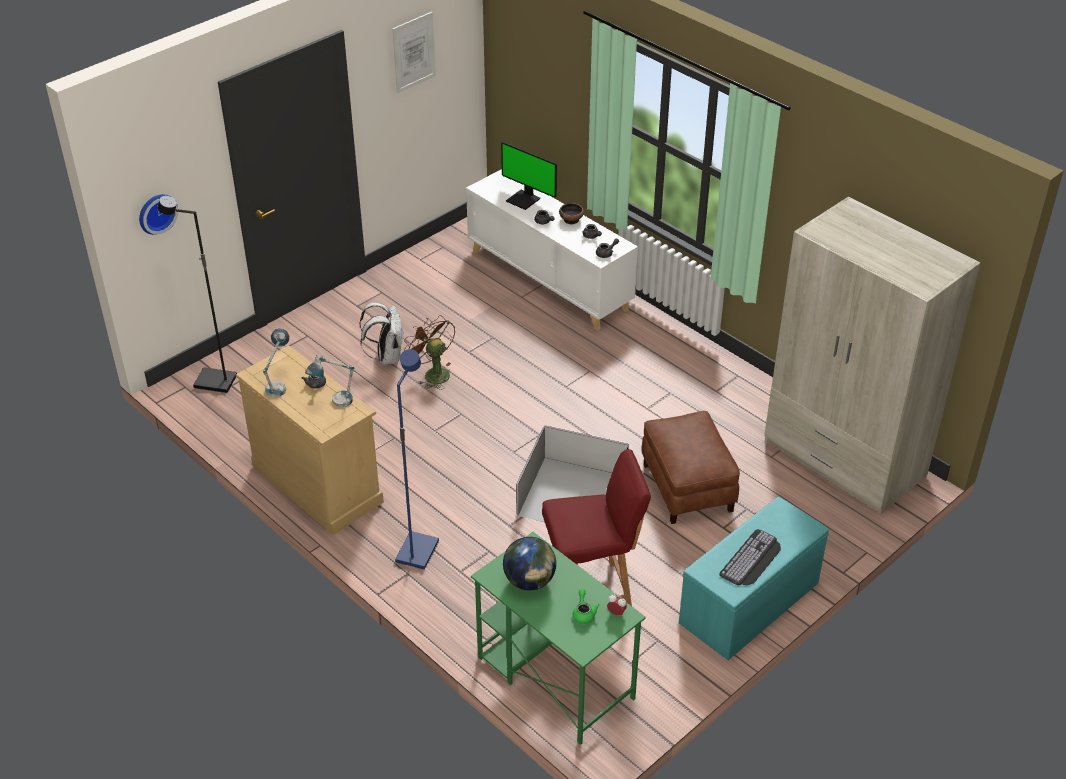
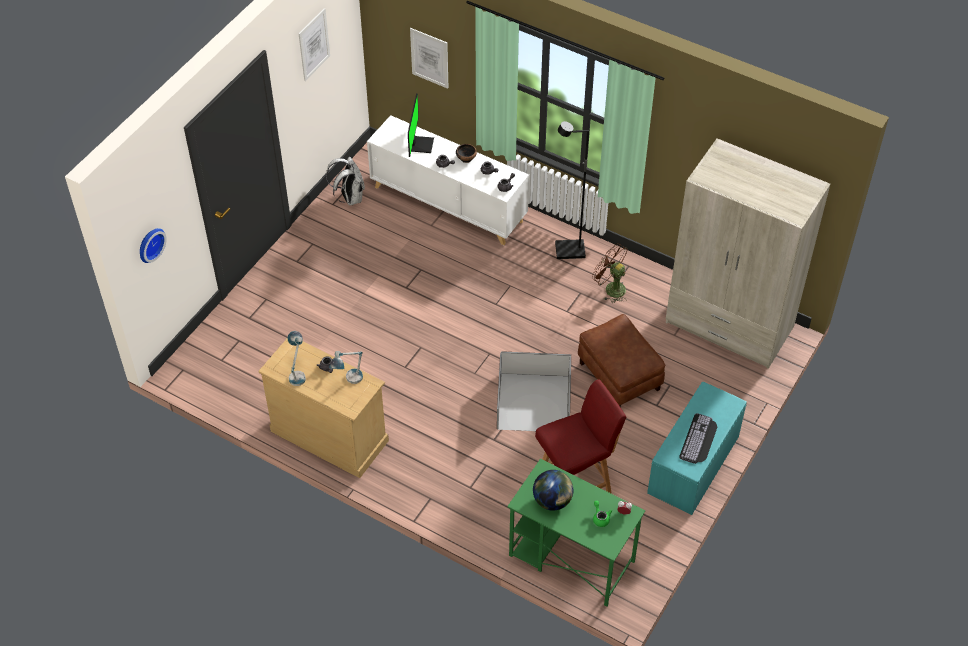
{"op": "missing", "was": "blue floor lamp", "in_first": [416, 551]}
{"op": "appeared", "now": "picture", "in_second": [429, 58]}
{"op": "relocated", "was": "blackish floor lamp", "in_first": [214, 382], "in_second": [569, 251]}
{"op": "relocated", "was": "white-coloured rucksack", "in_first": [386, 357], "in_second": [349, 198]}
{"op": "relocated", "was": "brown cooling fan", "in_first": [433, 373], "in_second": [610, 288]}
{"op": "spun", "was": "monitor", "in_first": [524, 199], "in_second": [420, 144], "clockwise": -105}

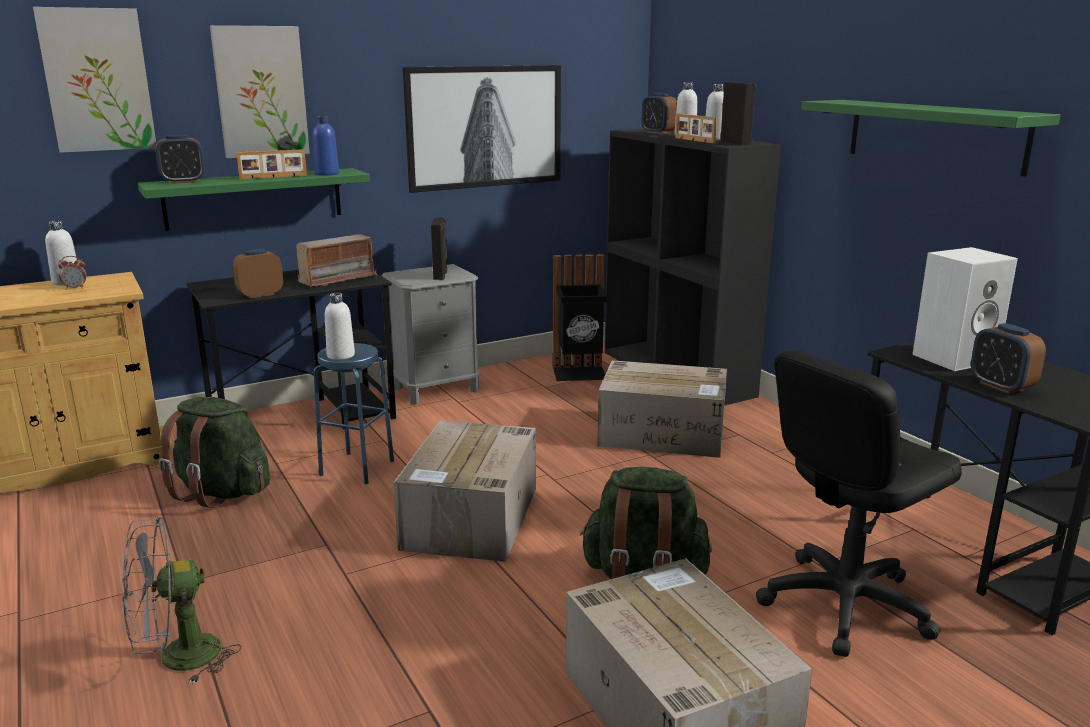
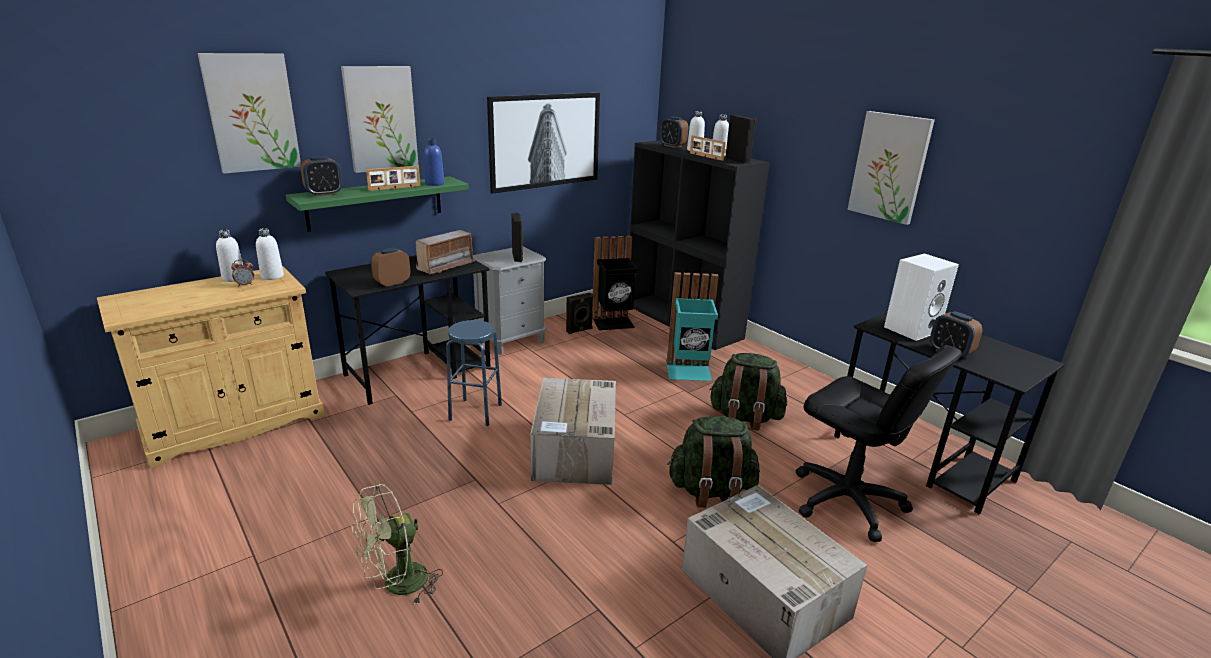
{"op": "appeared", "now": "blackish loudspeaker", "in_second": [579, 330]}
{"op": "relocated", "was": "greenish rucksack", "in_first": [221, 492], "in_second": [745, 418]}
{"op": "relocated", "was": "white-coloured drink bottle", "in_first": [340, 355], "in_second": [272, 276]}
{"op": "exchanged", "was": "cardboard box", "now": "blue-green waste bin", "in_first": [664, 433], "in_second": [689, 372]}
{"op": "exchanged", "was": "greenish bracket shelf", "now": "picture", "in_first": [934, 135], "in_second": [889, 167]}
{"op": "colour", "was": "gray cooling fan", "now": "greenish cooling fan", "in_first": [177, 659], "in_second": [397, 585]}
{"op": "spun", "was": "blackish computer chair", "in_first": [844, 604], "in_second": [847, 501], "clockwise": -90}

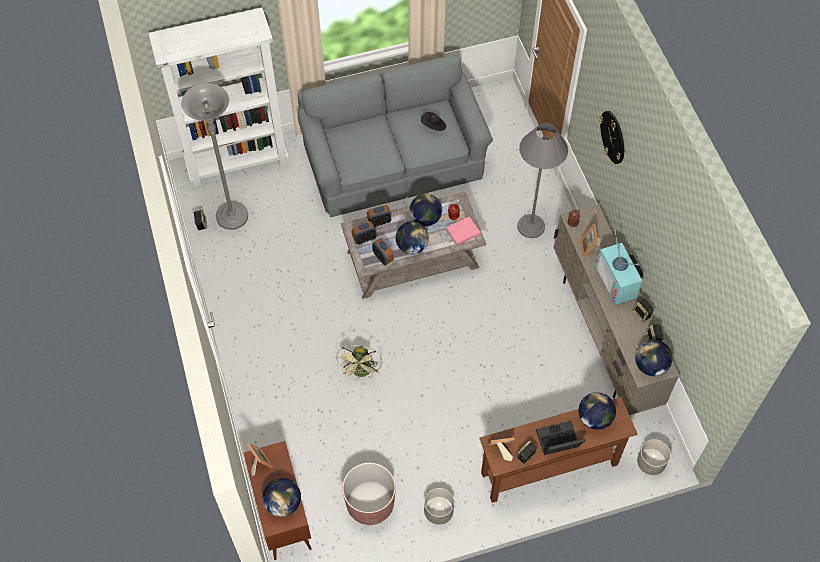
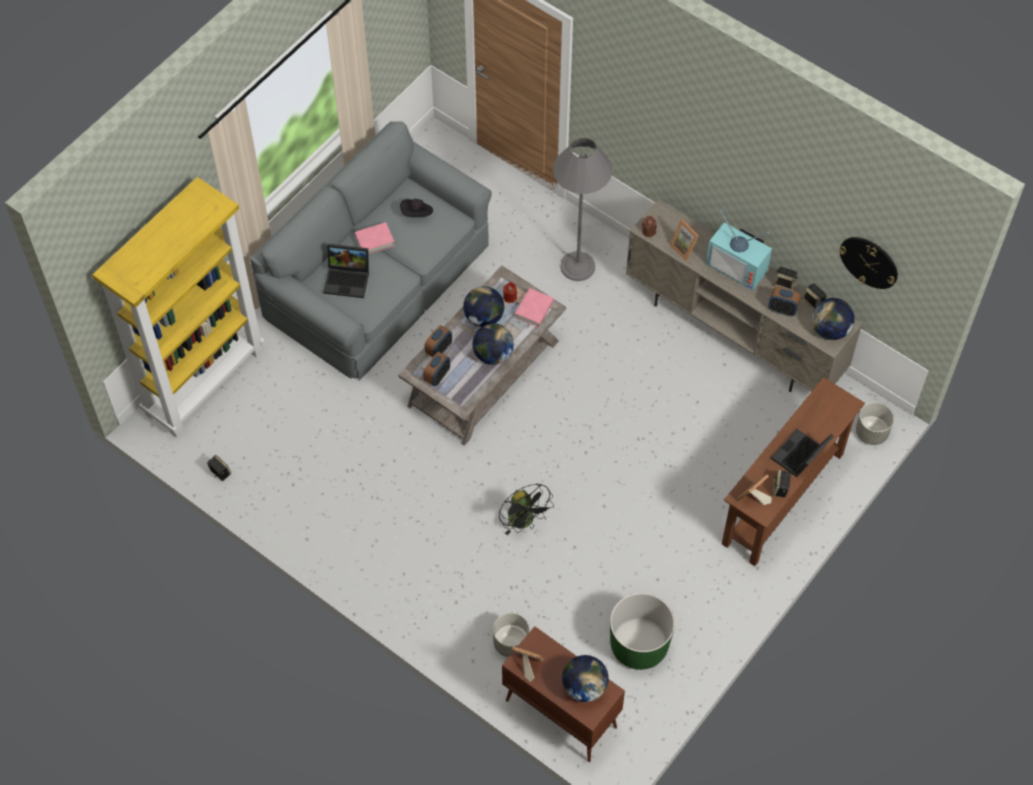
{"op": "missing", "was": "gray floor lamp", "in_first": [232, 217]}
{"op": "missing", "was": "world globe", "in_first": [594, 418]}
{"op": "appeared", "now": "laptop", "in_second": [348, 279]}
{"op": "appeared", "now": "pink-coloured bound book", "in_second": [374, 240]}
{"op": "relocated", "was": "alarm clock", "in_first": [383, 258], "in_second": [782, 310]}
{"op": "relocated", "was": "gray planter", "in_first": [438, 512], "in_second": [511, 643]}
{"op": "relocated", "was": "clock on the wall", "in_first": [613, 137], "in_second": [869, 262]}
{"op": "colour", "was": "white-coloured shelving unit", "now": "yellow shelving unit", "in_first": [238, 162], "in_second": [205, 381]}
{"op": "colour", "was": "greenish cooling fan", "now": "blackish cooling fan", "in_first": [361, 372], "in_second": [525, 521]}
{"op": "colour", "was": "brown planter", "now": "greenish planter", "in_first": [370, 504], "in_second": [639, 645]}

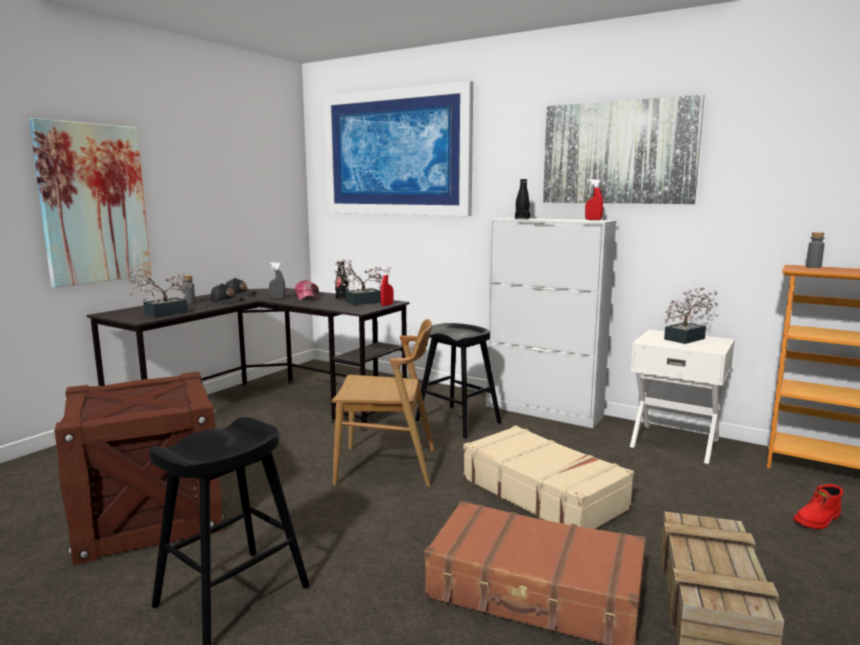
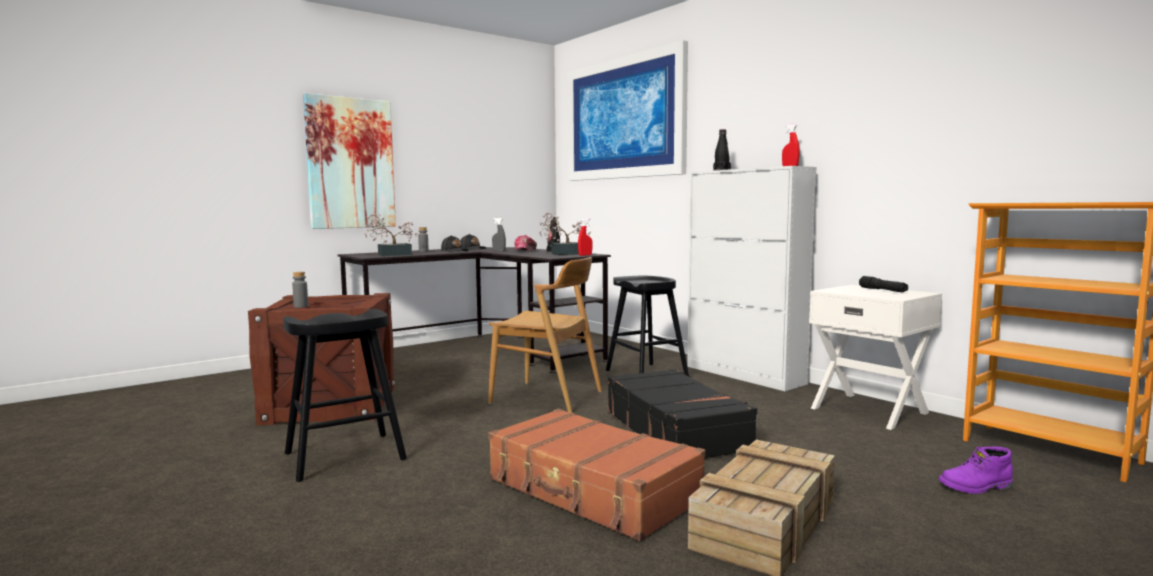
{"op": "missing", "was": "picture", "in_first": [618, 153]}
{"op": "relocated", "was": "gray drink bottle", "in_first": [813, 267], "in_second": [301, 306]}
{"op": "exchanged", "was": "potted plant", "now": "blackish flashlight", "in_first": [687, 338], "in_second": [882, 290]}
{"op": "colour", "was": "beige-coloured suitcase", "now": "blackish suitcase", "in_first": [543, 493], "in_second": [676, 430]}
{"op": "colour", "was": "red-coloured boot", "now": "purple-coloured boot", "in_first": [818, 521], "in_second": [976, 487]}

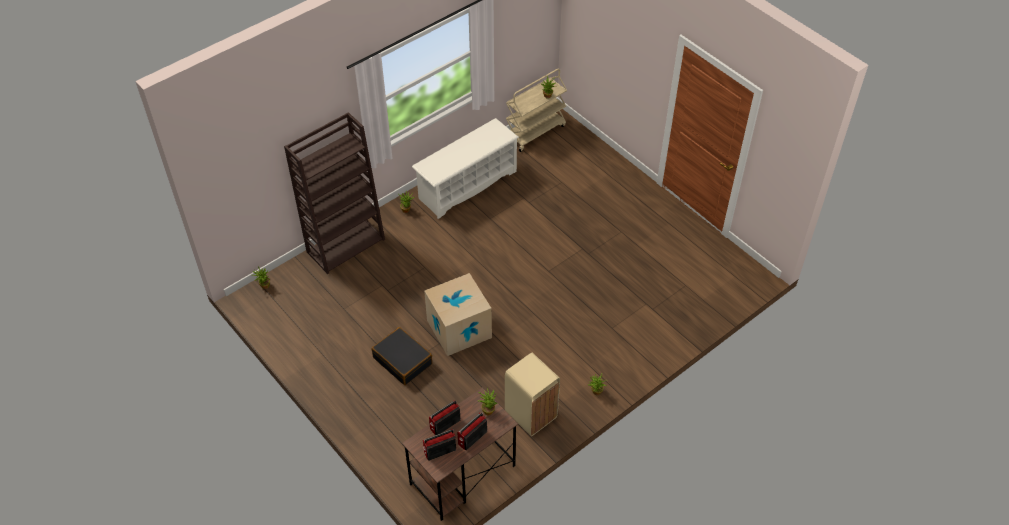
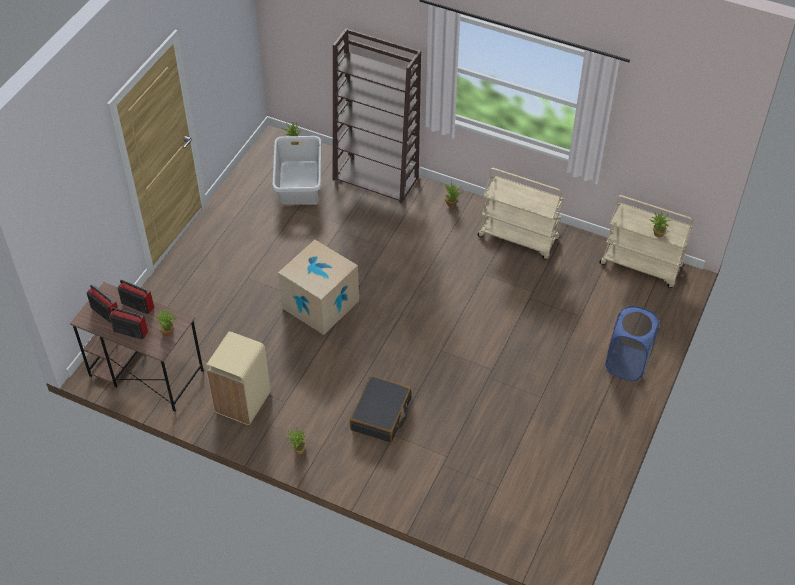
{"op": "appeared", "now": "gray washing basket", "in_second": [298, 182]}
{"op": "appeared", "now": "blue washing basket", "in_second": [627, 363]}
{"op": "relocated", "was": "blackish suitcase", "in_first": [403, 360], "in_second": [381, 415]}
{"op": "exchanged", "was": "white-coloured shoe shelf", "now": "beige-coloured wheeled cart", "in_first": [467, 185], "in_second": [519, 238]}

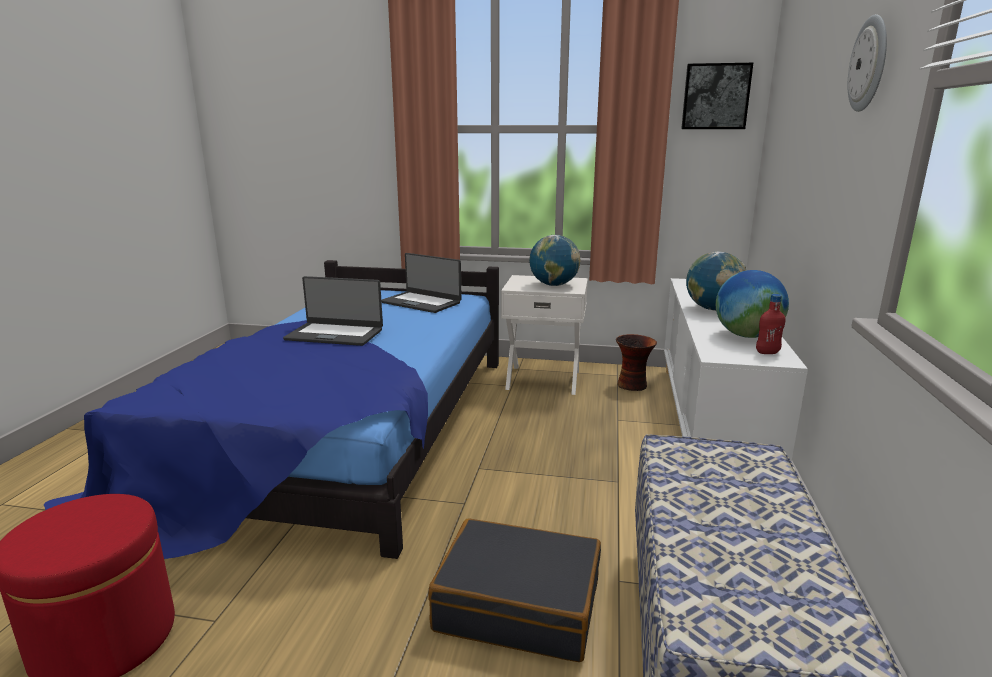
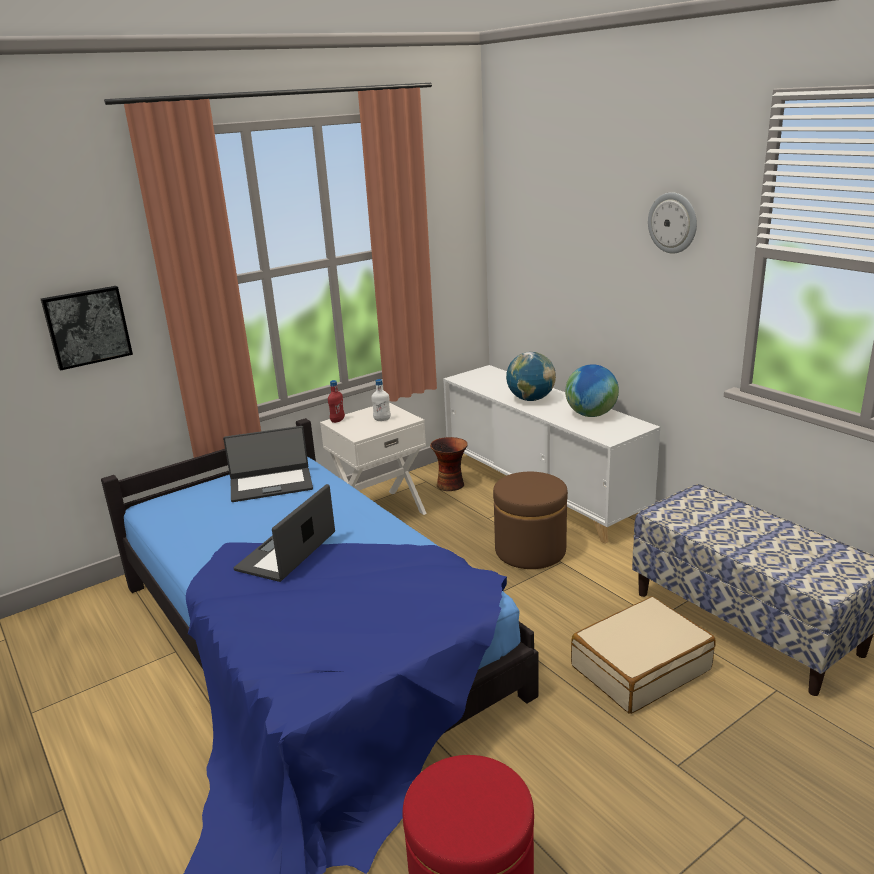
{"op": "appeared", "now": "brown ottoman", "in_second": [530, 550]}
{"op": "relocated", "was": "picture", "in_first": [715, 97], "in_second": [87, 326]}
{"op": "relocated", "was": "red-coloured drink bottle", "in_first": [767, 352], "in_second": [337, 420]}
{"op": "exchanged", "was": "world globe", "now": "white-coloured drink bottle", "in_first": [553, 285], "in_second": [382, 419]}
{"op": "colour", "was": "blackish suitcase", "now": "beige-coloured suitcase", "in_first": [518, 605], "in_second": [640, 667]}
{"op": "spun", "was": "laptop", "in_first": [335, 334], "in_second": [287, 552], "clockwise": 150}

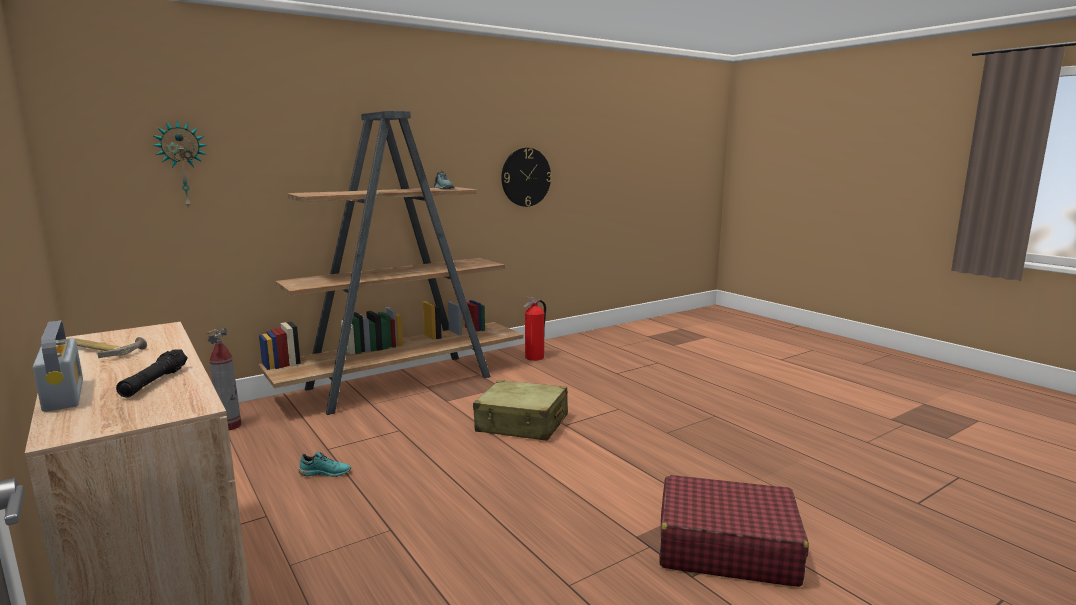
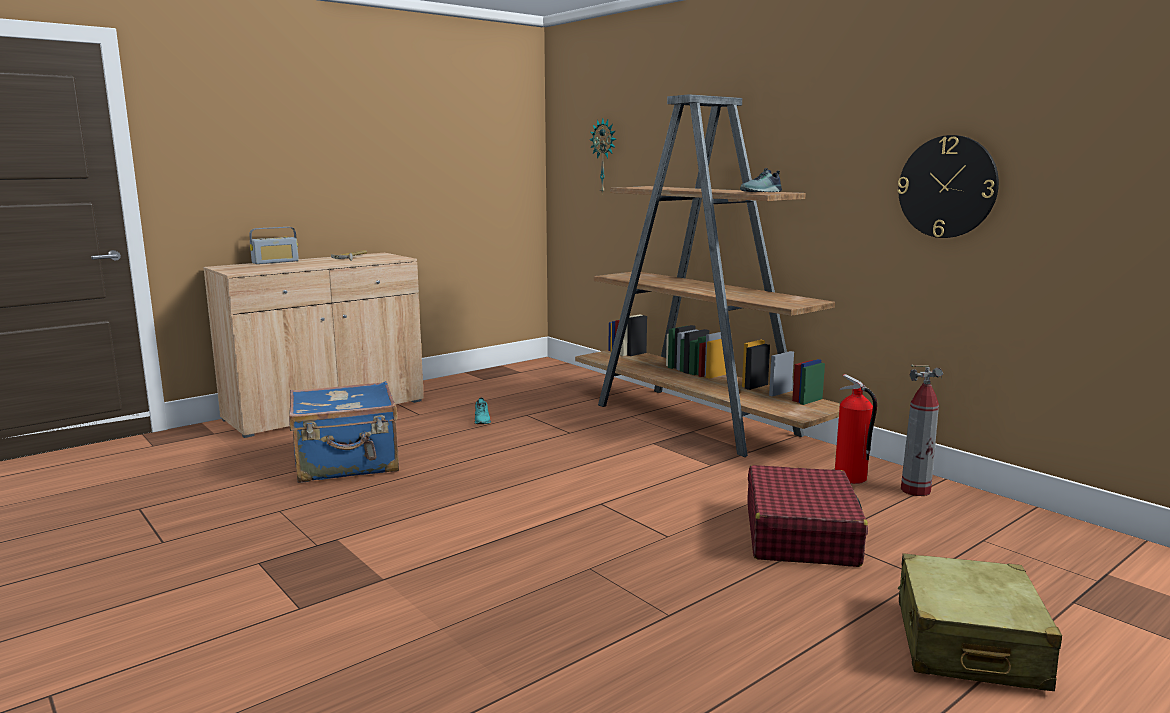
{"op": "missing", "was": "blackish flashlight", "in_first": [154, 382]}
{"op": "appeared", "now": "blue suitcase", "in_second": [347, 464]}
{"op": "relocated", "was": "fire-fighting cylinder", "in_first": [229, 426], "in_second": [915, 490]}
{"op": "relocated", "was": "beige-coloured suitcase", "in_first": [522, 424], "in_second": [967, 644]}
{"op": "relocated", "was": "red-coloured suitcase", "in_first": [725, 547], "in_second": [801, 534]}

